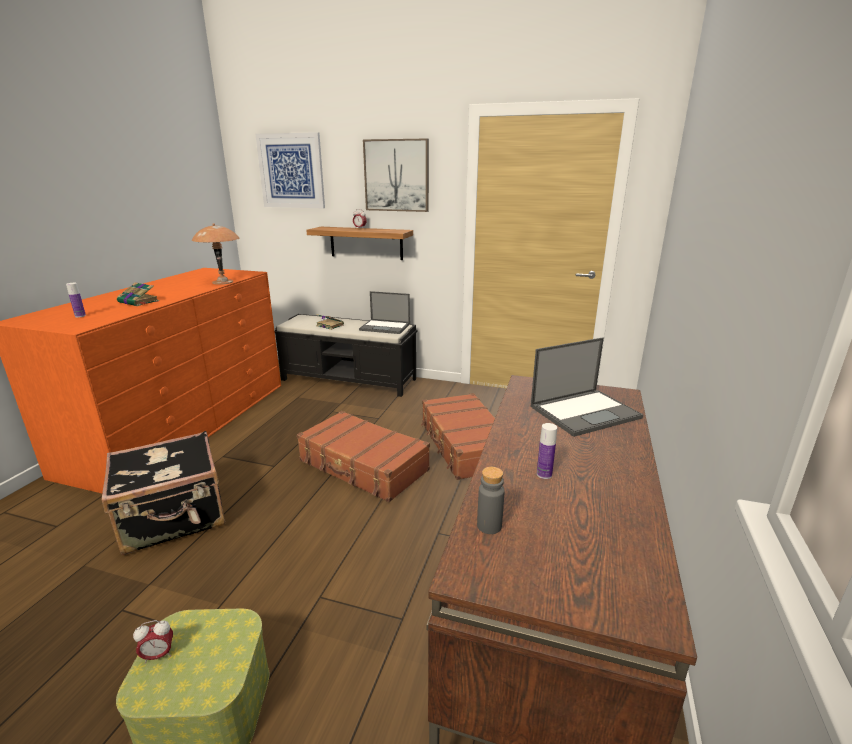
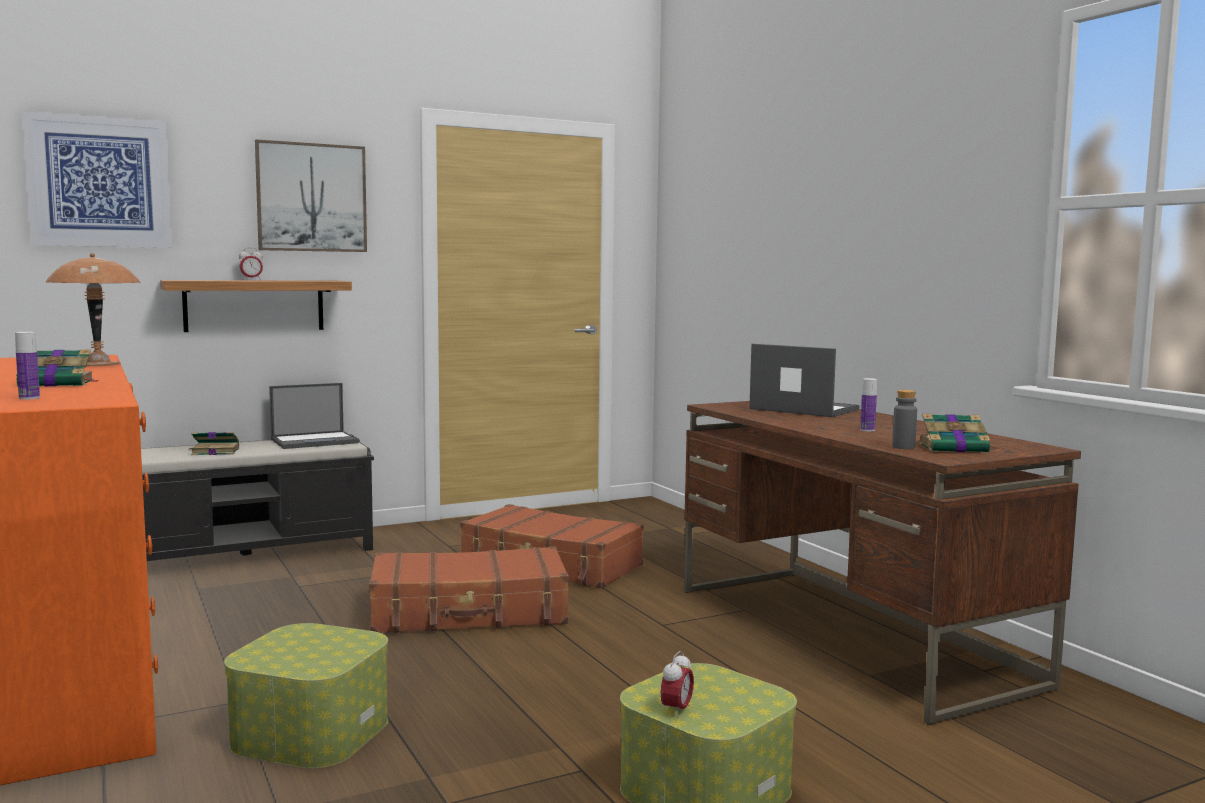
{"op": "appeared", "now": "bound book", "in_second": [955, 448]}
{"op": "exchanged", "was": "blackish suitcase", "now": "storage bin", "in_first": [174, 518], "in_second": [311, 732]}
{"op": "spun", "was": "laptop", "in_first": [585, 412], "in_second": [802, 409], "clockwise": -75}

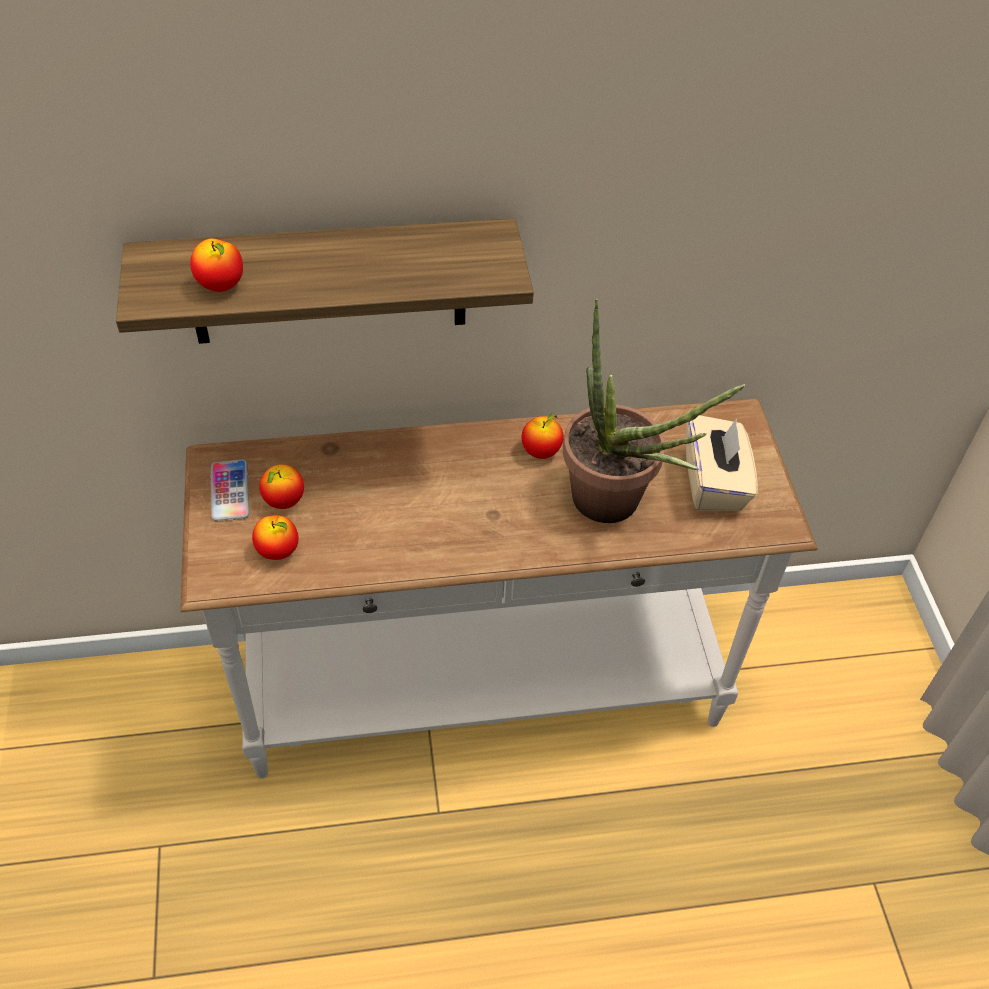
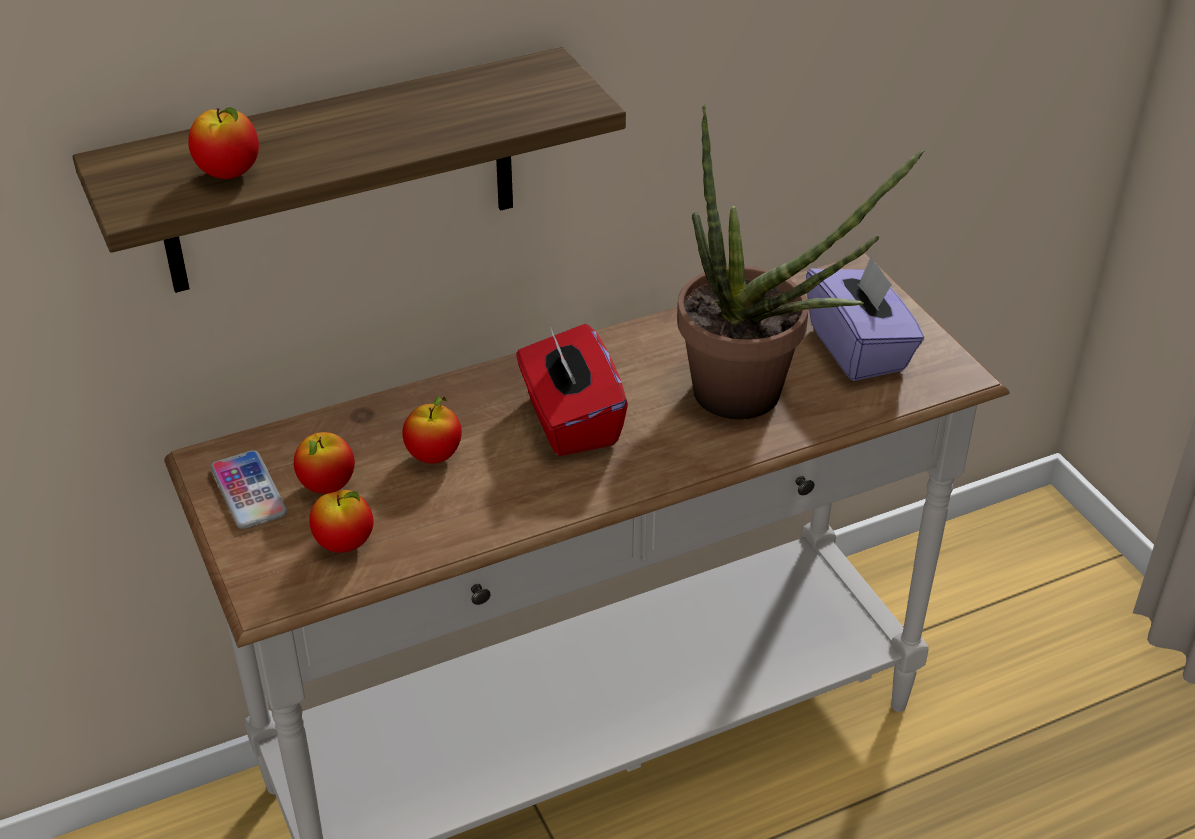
{"op": "appeared", "now": "red-coloured box of tissues", "in_second": [570, 421]}
{"op": "relocated", "was": "apple fruit", "in_first": [541, 452], "in_second": [434, 456]}
{"op": "colour", "was": "beige-coloured box of tissues", "now": "purple-coloured box of tissues", "in_first": [714, 483], "in_second": [859, 348]}

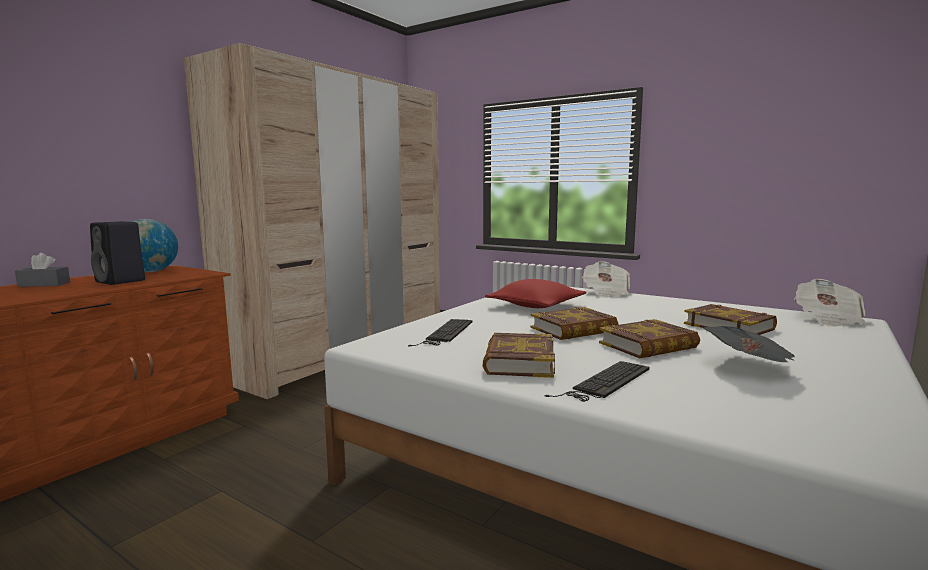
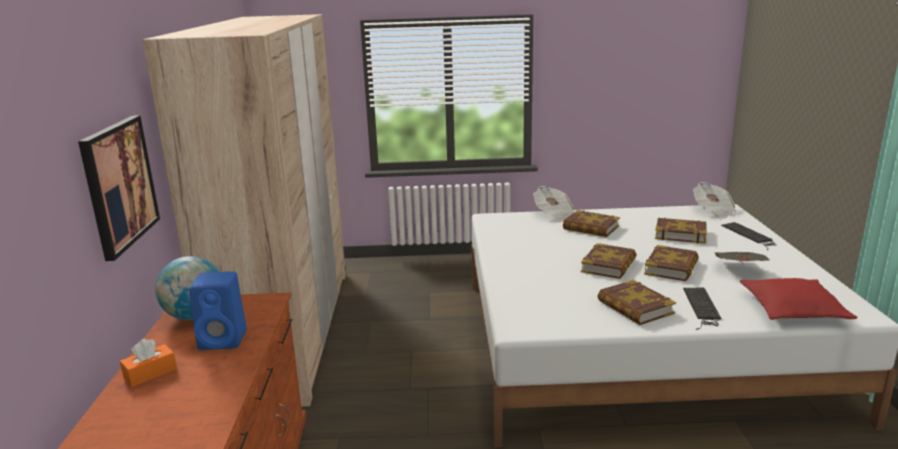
{"op": "appeared", "now": "picture", "in_second": [119, 184]}
{"op": "appeared", "now": "bound book", "in_second": [590, 228]}
{"op": "relocated", "was": "PC keyboard", "in_first": [445, 333], "in_second": [750, 235]}
{"op": "relocated", "was": "red-coloured cushion", "in_first": [536, 306], "in_second": [793, 310]}
{"op": "colour", "was": "gray box of tissues", "now": "orange-coloured box of tissues", "in_first": [44, 284], "in_second": [150, 373]}
{"op": "colour", "was": "blackish loudspeaker", "now": "blue loudspeaker", "in_first": [121, 281], "in_second": [225, 340]}

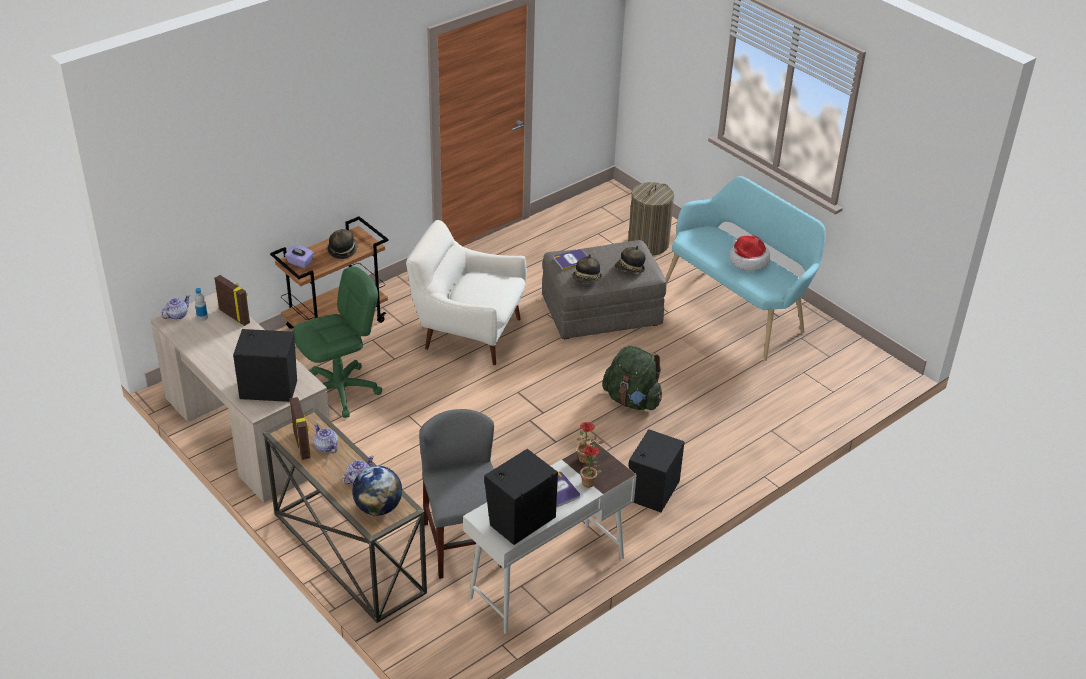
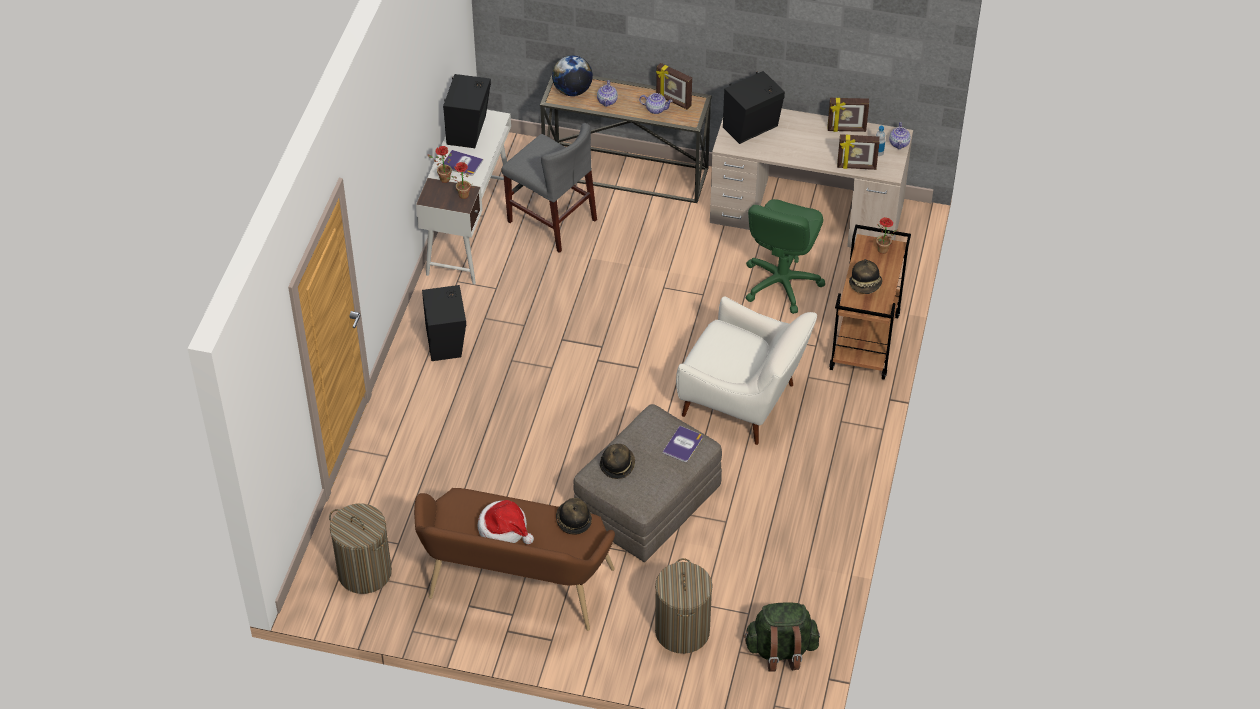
{"op": "appeared", "now": "washing basket", "in_second": [364, 572]}
{"op": "appeared", "now": "picture frame", "in_second": [846, 129]}
{"op": "relocated", "was": "wearable hat", "in_first": [587, 280], "in_second": [573, 521]}
{"op": "relocated", "was": "greenish rucksack", "in_first": [632, 400], "in_second": [781, 650]}
{"op": "exchanged", "was": "purple-coloured box of tissues", "now": "potted plant", "in_first": [299, 263], "in_second": [883, 251]}
{"op": "colour", "was": "blue-green indoor bench", "now": "brown indoor bench", "in_first": [738, 310], "in_second": [516, 589]}
{"op": "spun", "was": "white-coloured lounge chair", "in_first": [468, 333], "in_second": [743, 402], "clockwise": 45}

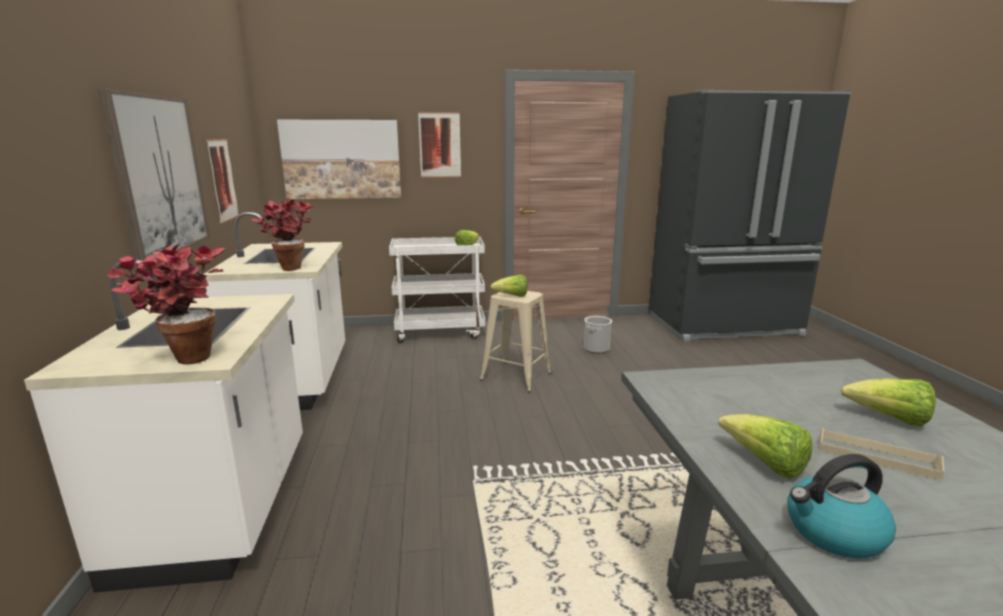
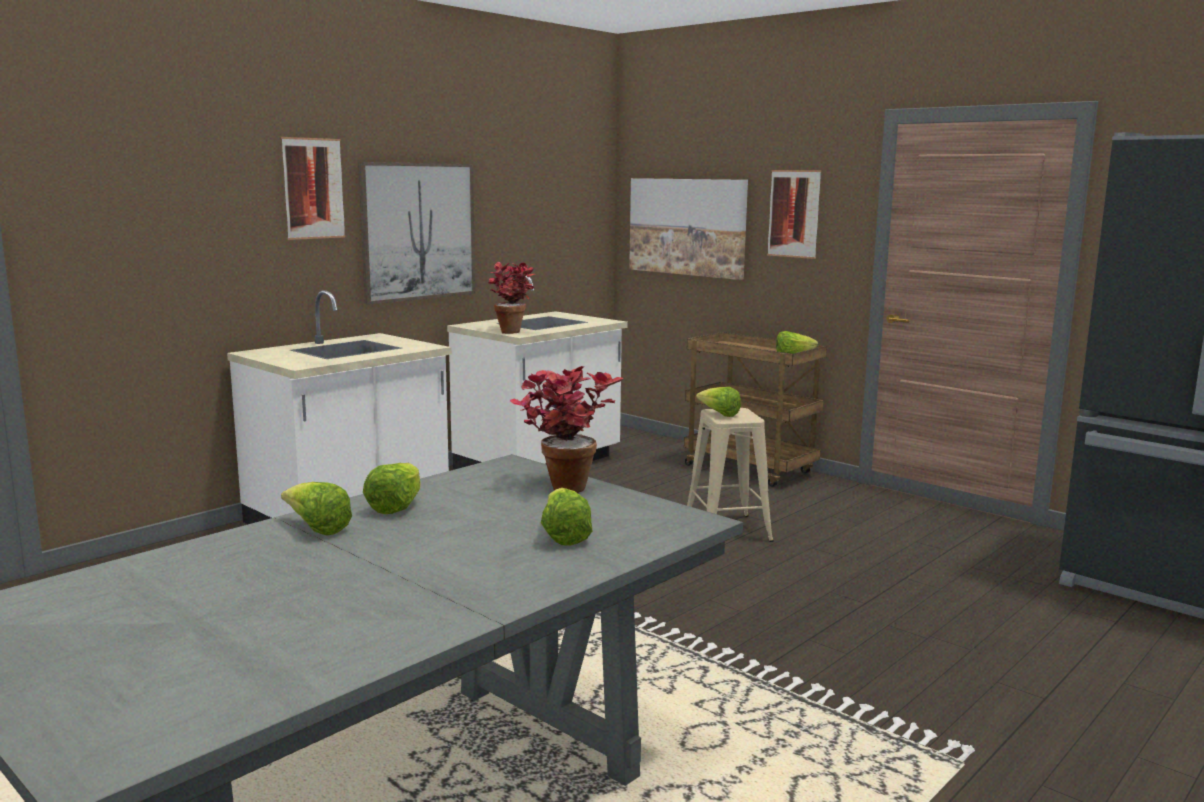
{"op": "missing", "was": "bucket", "in_first": [596, 349]}
{"op": "missing", "was": "beige-coloured serving tray", "in_first": [876, 457]}
{"op": "relocated", "was": "potted plant", "in_first": [183, 357], "in_second": [562, 485]}
{"op": "relocated", "was": "picture", "in_first": [222, 180], "in_second": [313, 188]}
{"op": "exchanged", "was": "water kettle", "now": "head of lettuce", "in_first": [833, 532], "in_second": [317, 529]}
{"op": "colour", "was": "white-coloured wheeled cart", "now": "brown wheeled cart", "in_first": [440, 332], "in_second": [751, 470]}

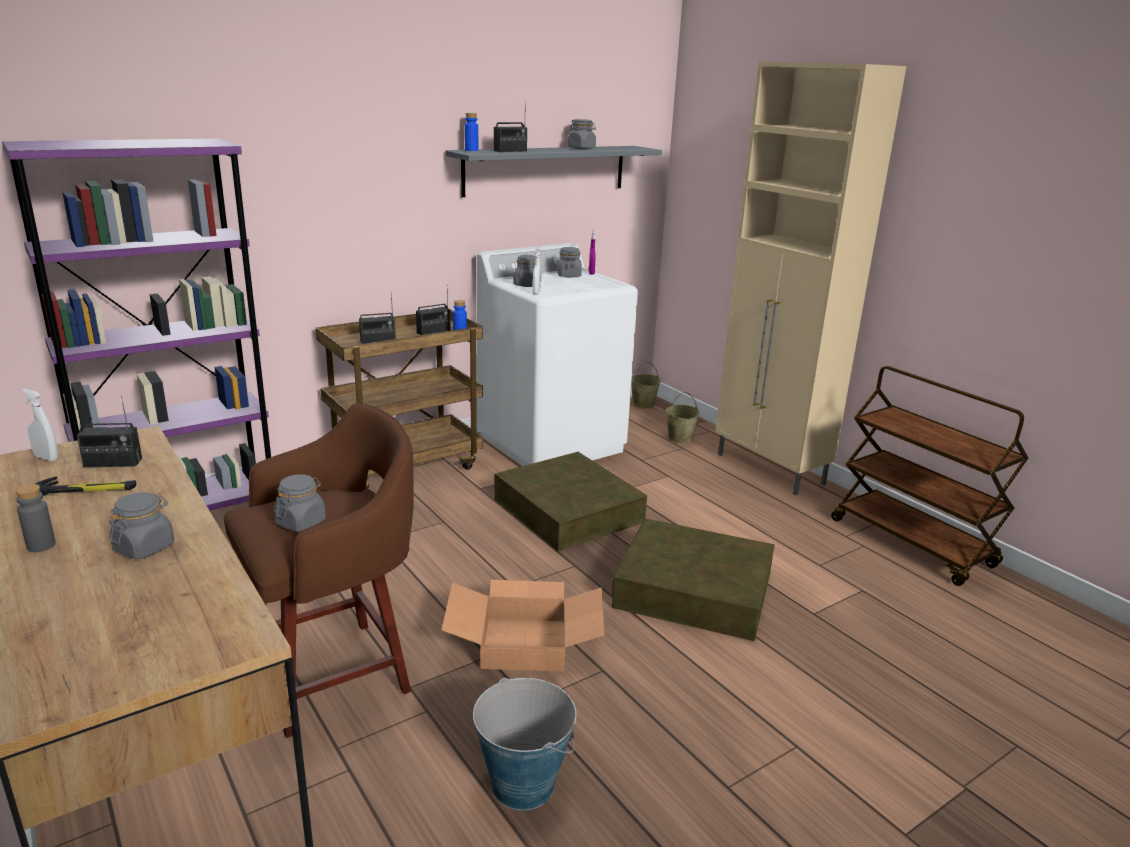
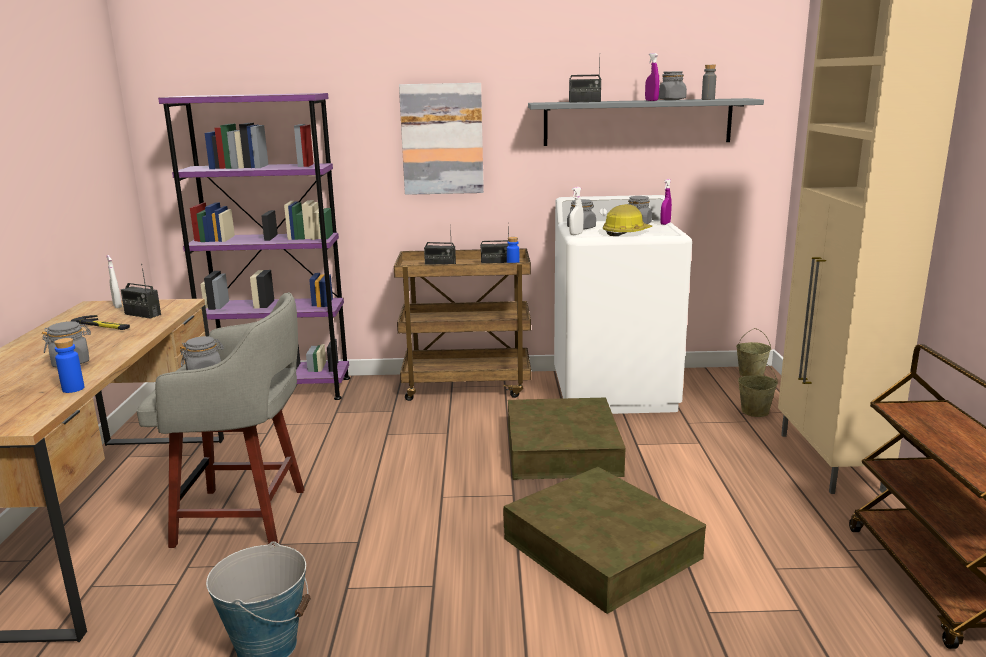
{"op": "missing", "was": "cardboard box", "in_first": [525, 643]}
{"op": "appeared", "now": "picture", "in_second": [442, 139]}
{"op": "appeared", "now": "work helmet", "in_second": [626, 233]}
{"op": "appeared", "now": "purple-coloured sprayer", "in_second": [651, 100]}
{"op": "relocated", "was": "gray drink bottle", "in_first": [41, 545], "in_second": [708, 99]}
{"op": "relocated", "was": "blue drink bottle", "in_first": [471, 150], "in_second": [73, 389]}
{"op": "colour", "was": "brown stool seat", "now": "gray stool seat", "in_first": [336, 673], "in_second": [246, 517]}

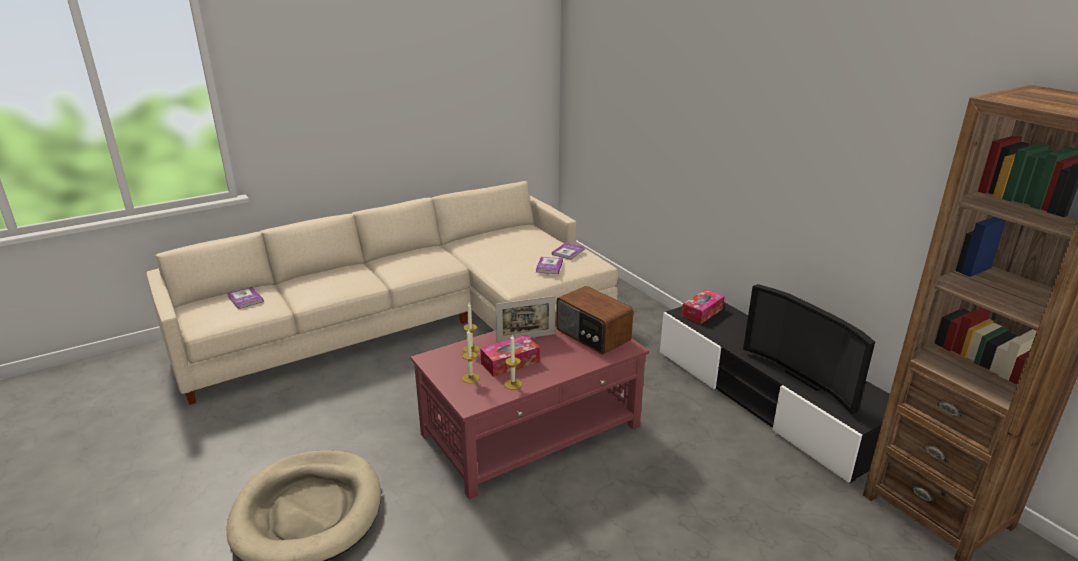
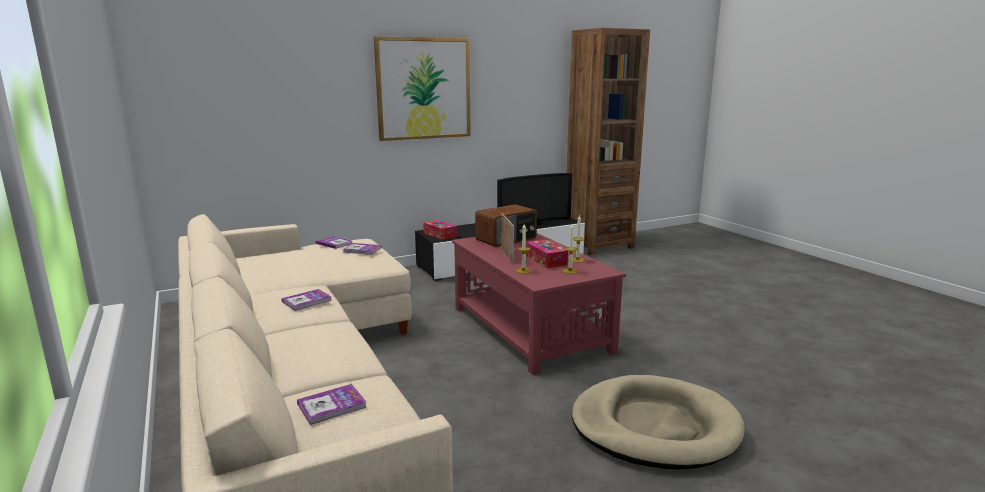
{"op": "appeared", "now": "bound book", "in_second": [307, 301]}
{"op": "appeared", "now": "picture", "in_second": [423, 89]}

